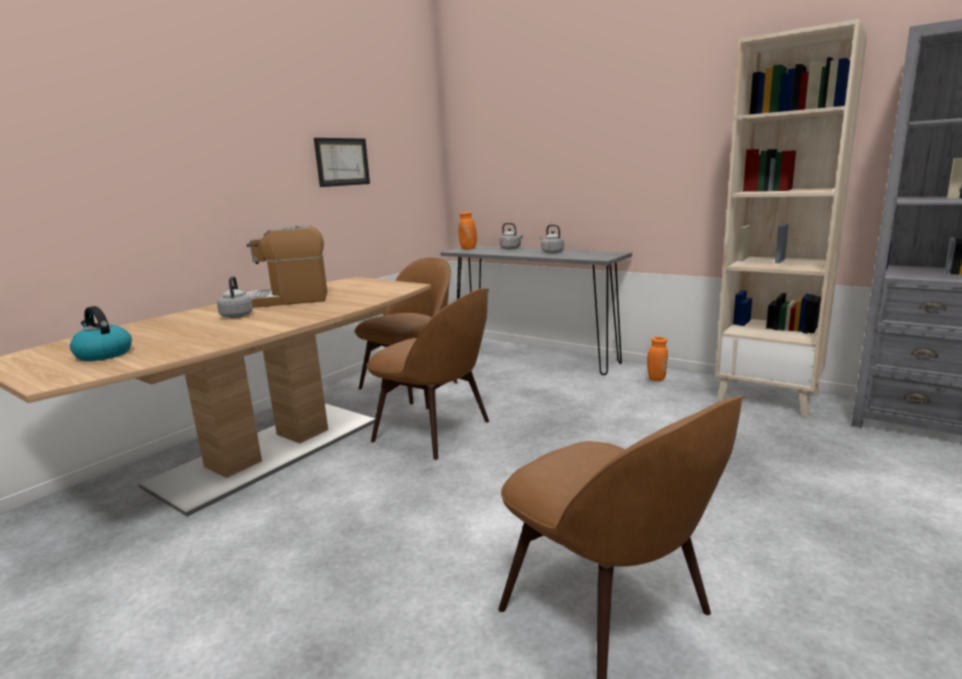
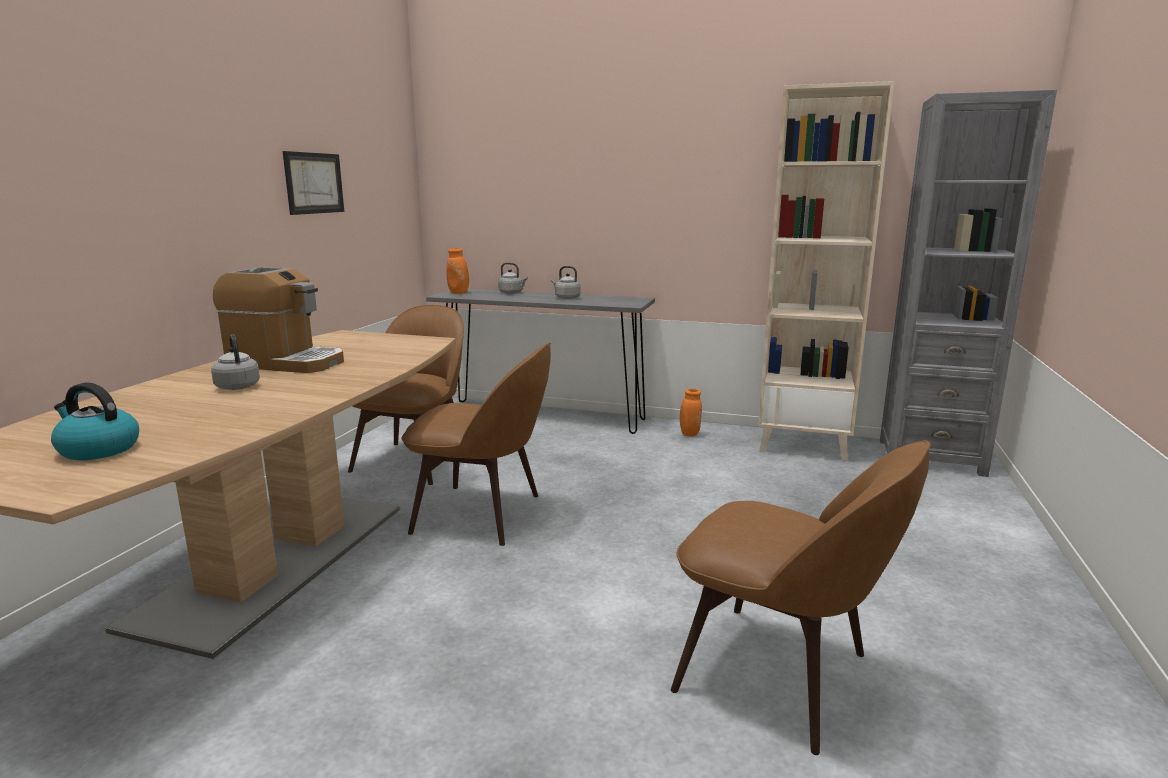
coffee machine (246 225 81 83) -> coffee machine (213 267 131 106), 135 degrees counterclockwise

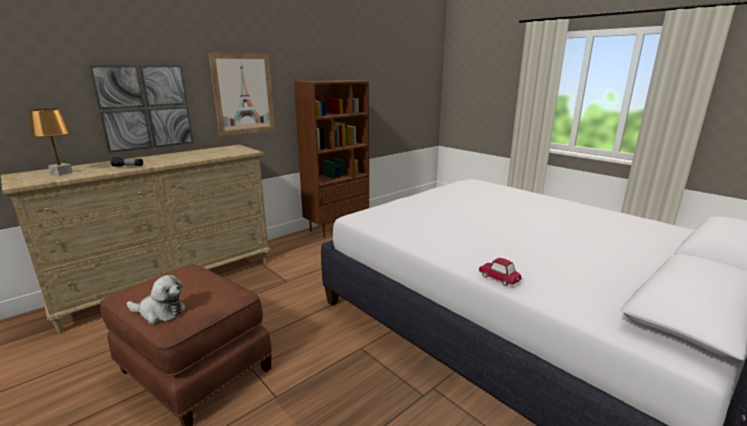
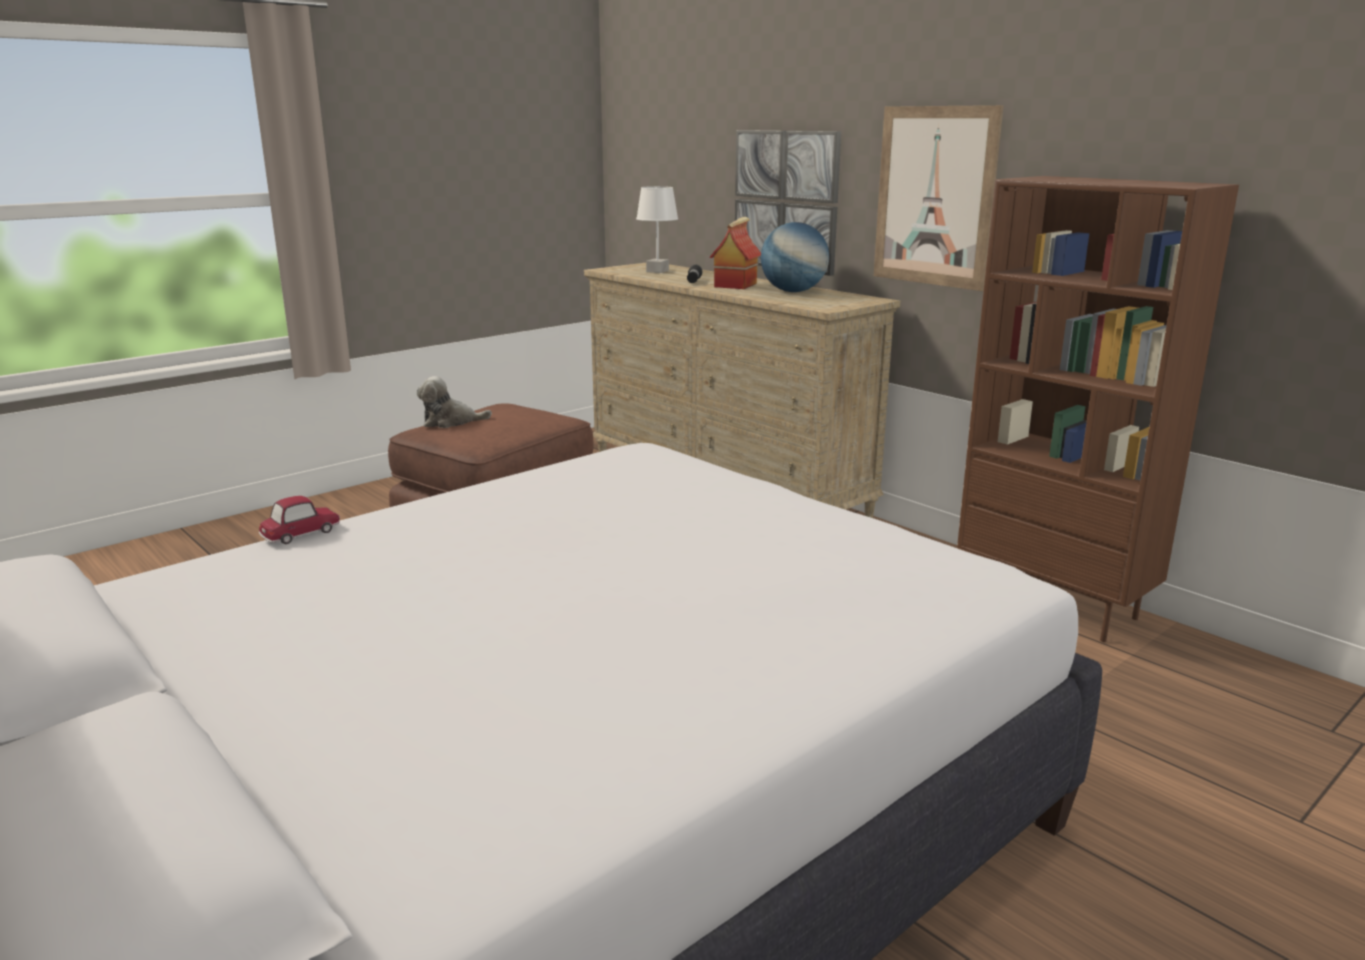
none -> toy house (709 216 52 73)
none -> globe (761 222 68 70)
table lamp (brown) (28 109 44 66) -> table lamp (white) (636 186 42 87)
plush toy (127 275 59 49) -> plush toy (417 376 75 52), 75 degrees clockwise

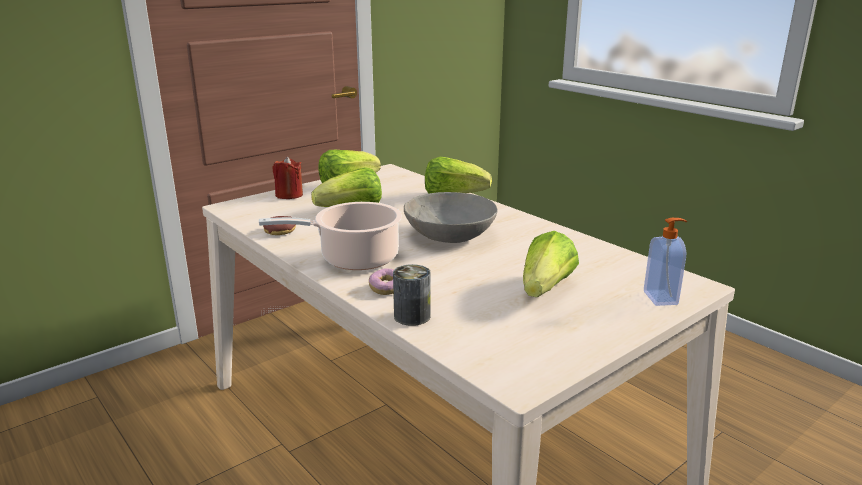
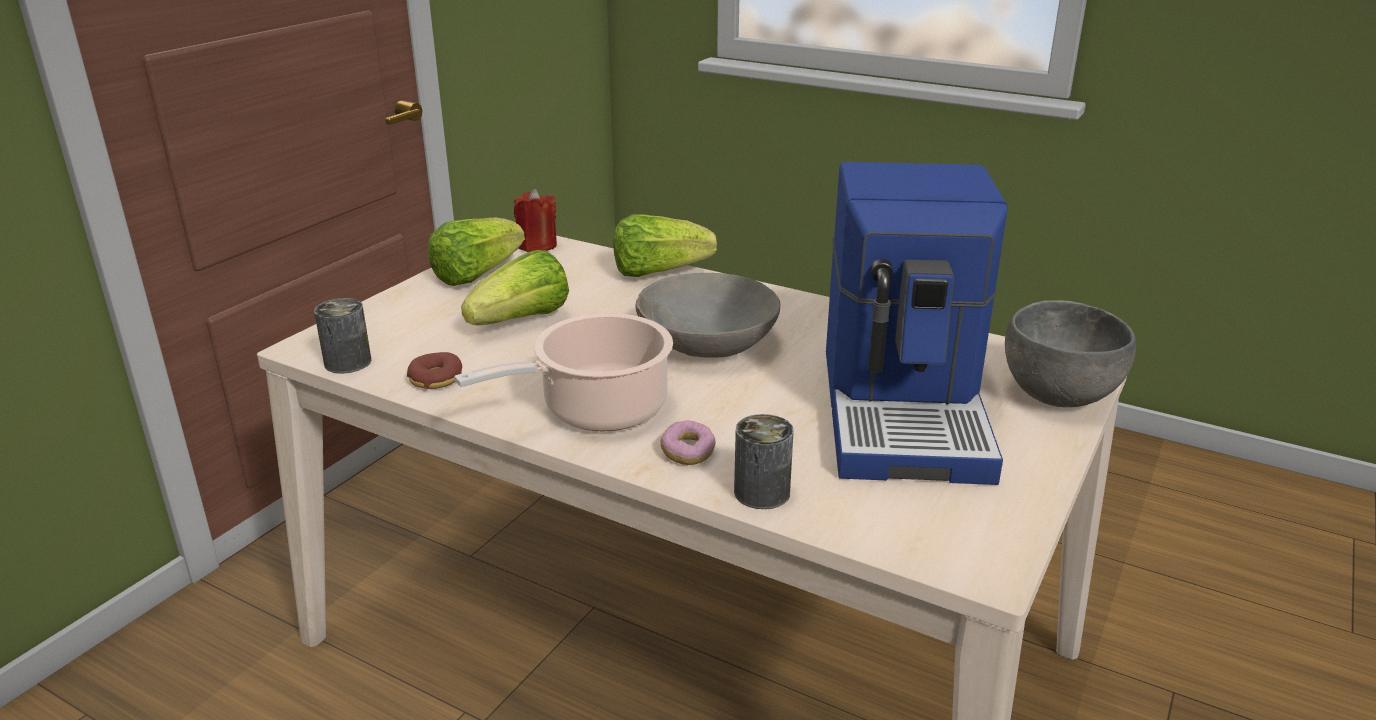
none -> can (314 298 57 75)
candle (red) (272 156 31 43) -> candle (red) (514 189 43 63), shifted
lettuce (523 231 56 66) -> coffee machine (826 162 182 323)
soap dispenser (644 218 43 88) -> bowl (grey) (1005 300 131 107)

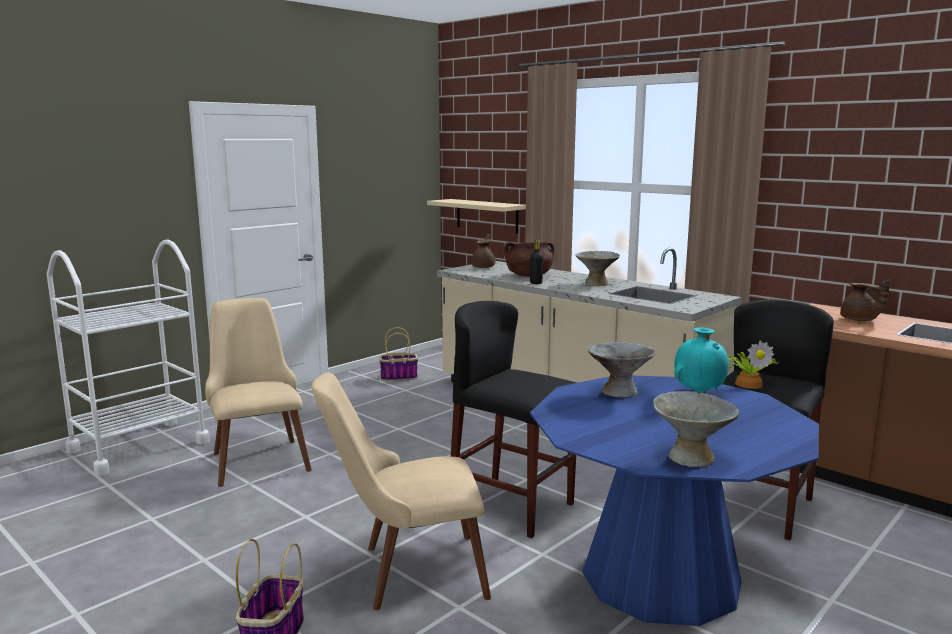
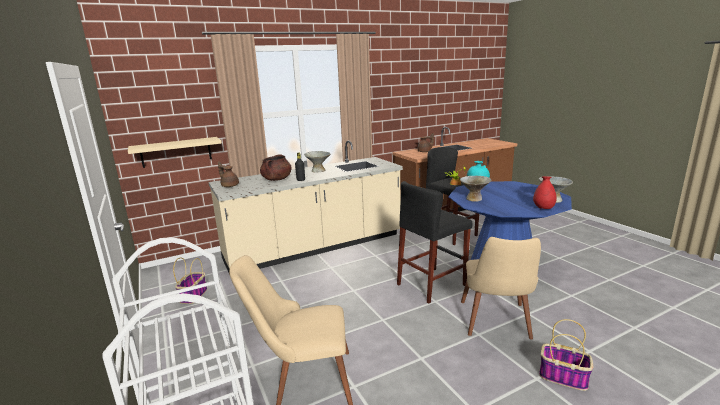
none -> vase (red) (533 176 23 33)

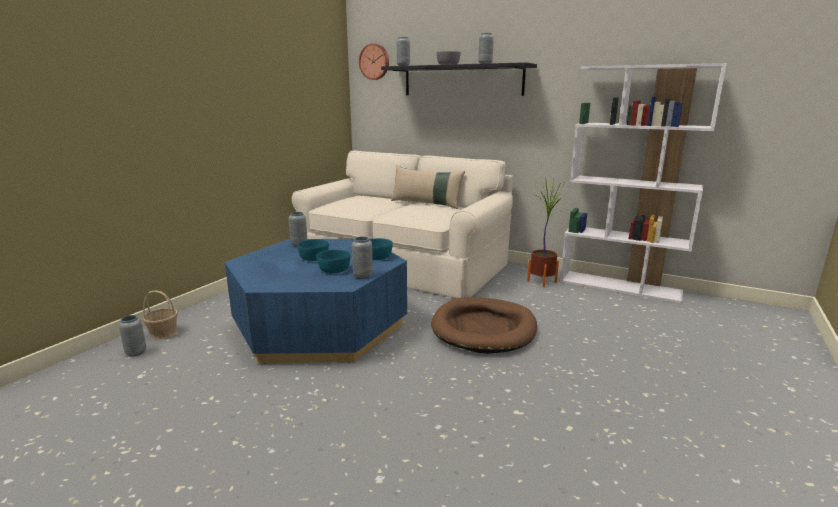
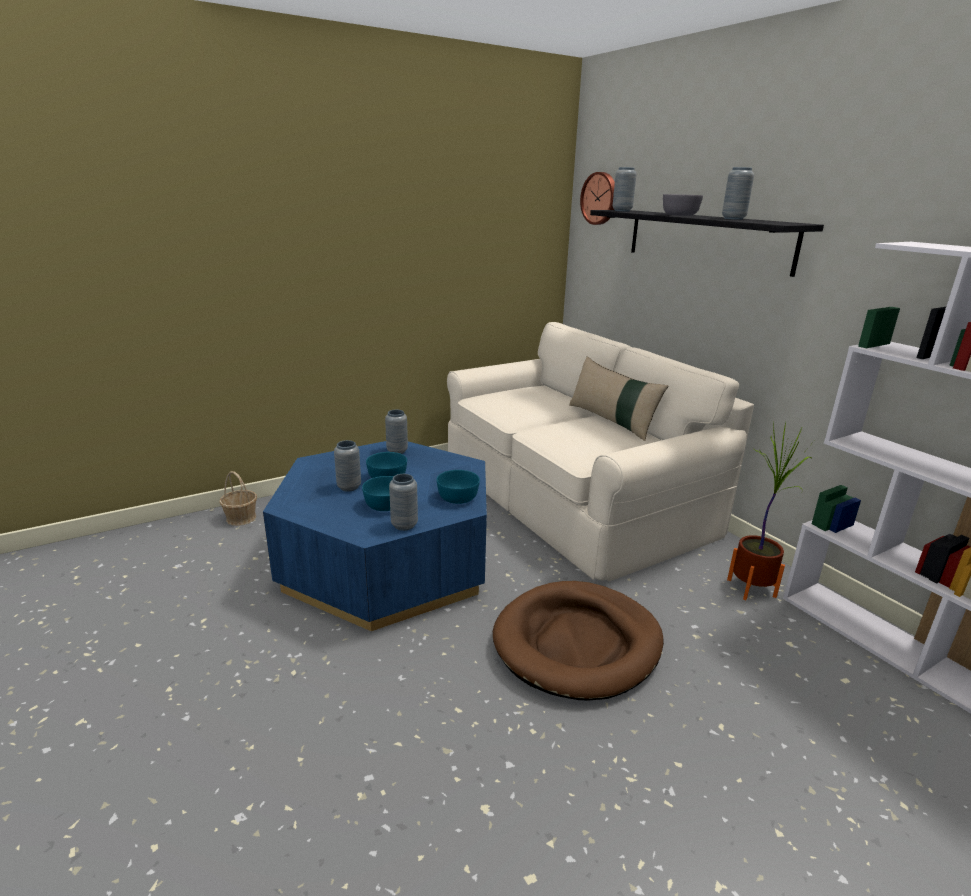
vase (grey) (119 315 27 42) -> vase (grey) (334 440 27 51), shifted

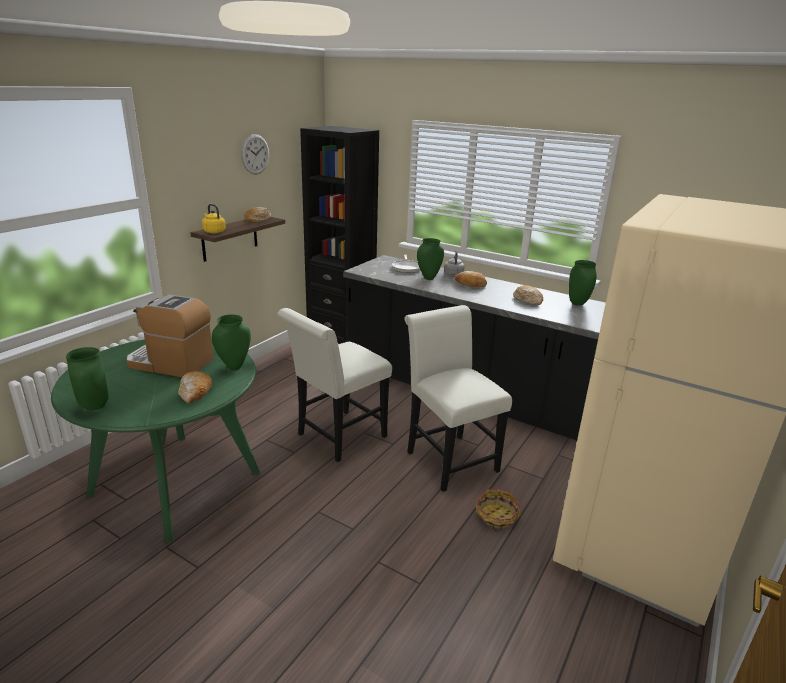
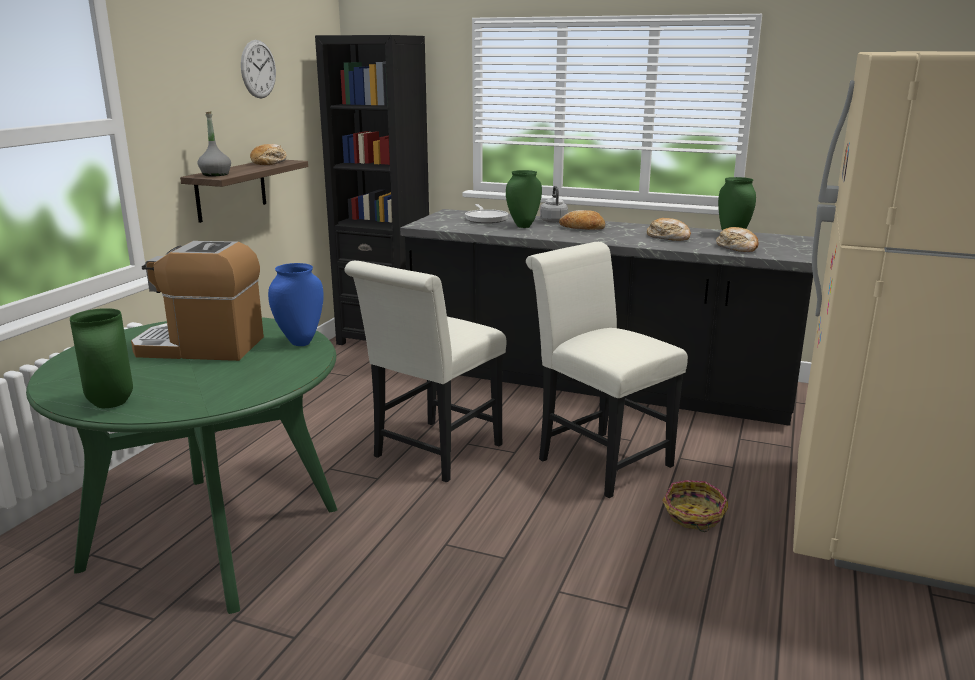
bread (178 371 34 32) -> bread (716 227 43 25), shifted
kettle (yellow) (202 204 24 29) -> bottle (grey) (197 111 34 66)
vase (green) (212 315 39 56) -> vase (blue) (268 263 56 83)

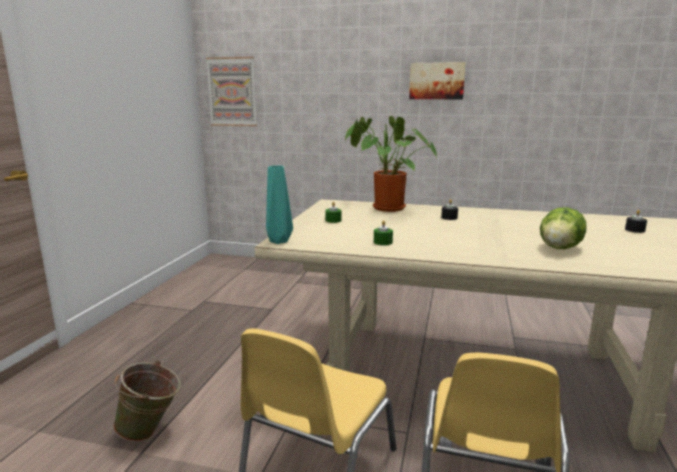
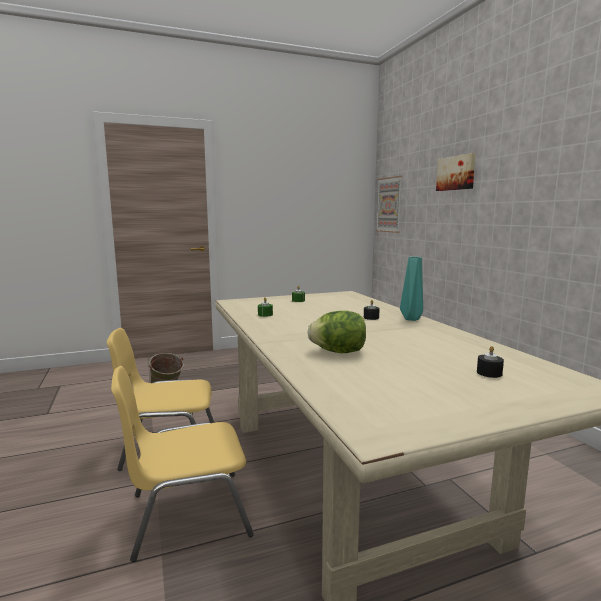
potted plant (345 116 92 96) -> none
vase (turquoise) (266 165 27 79) -> vase (turquoise) (400 257 23 64), shifted
picture (409 62 57 37) -> picture (436 153 40 38), shifted

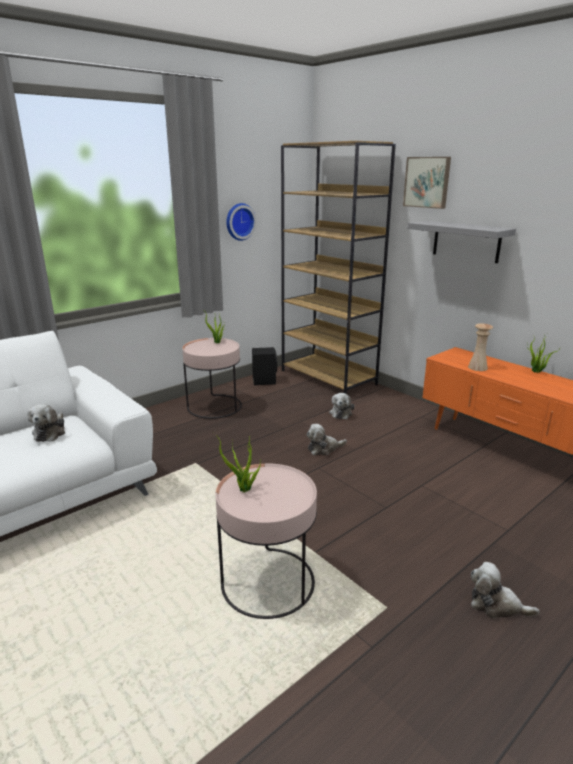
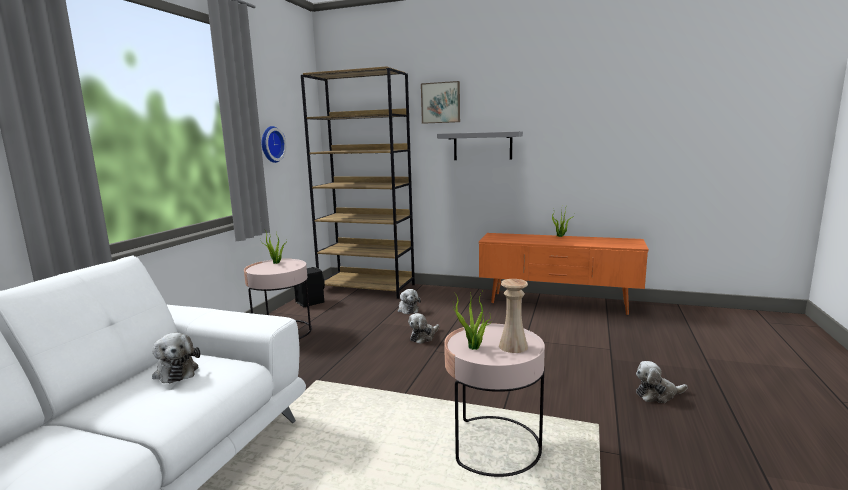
vase (beige) (468 324 25 47) -> vase (beige) (499 279 29 74), shifted

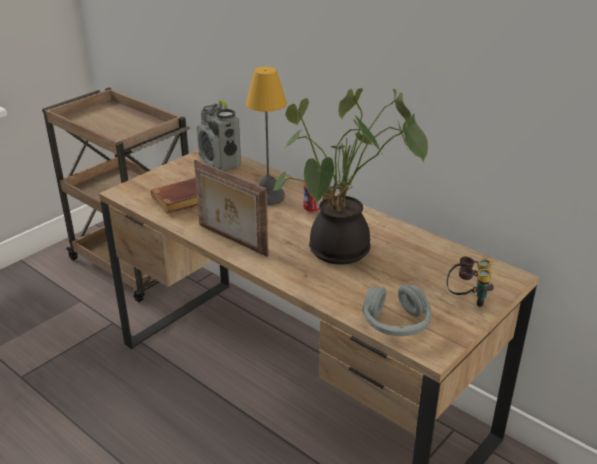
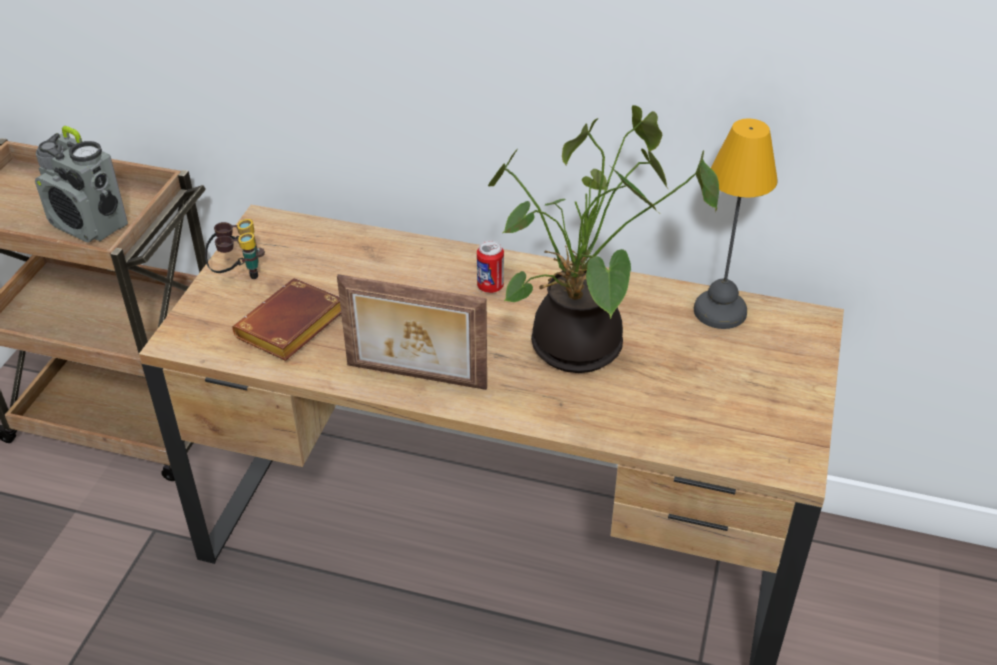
headphones (grey) (363 285 69 51) -> none
radio (197 99 44 71) -> radio (35 126 93 117), shifted
table lamp (246 67 41 138) -> table lamp (694 118 84 211), shifted
binoculars (447 257 47 50) -> binoculars (205 219 60 60), shifted

